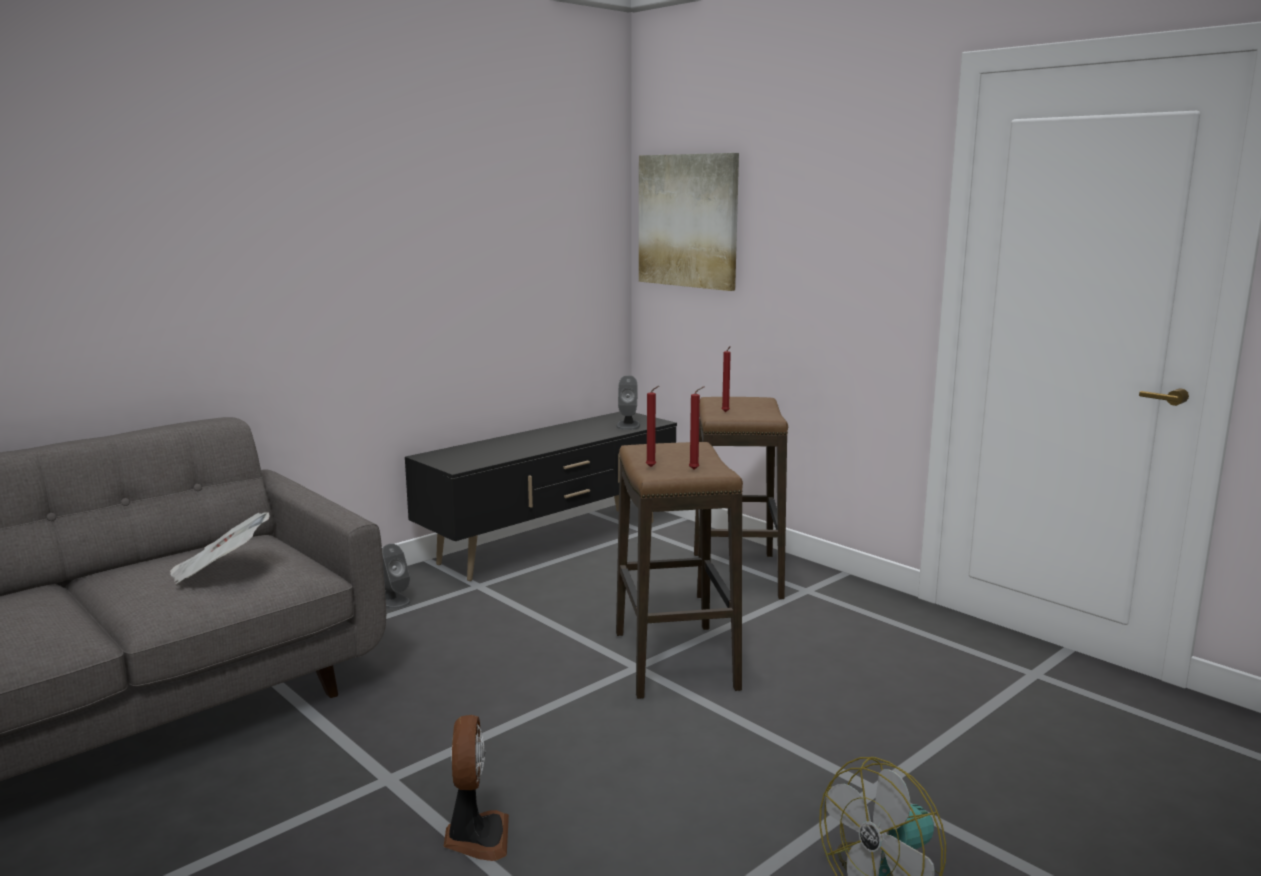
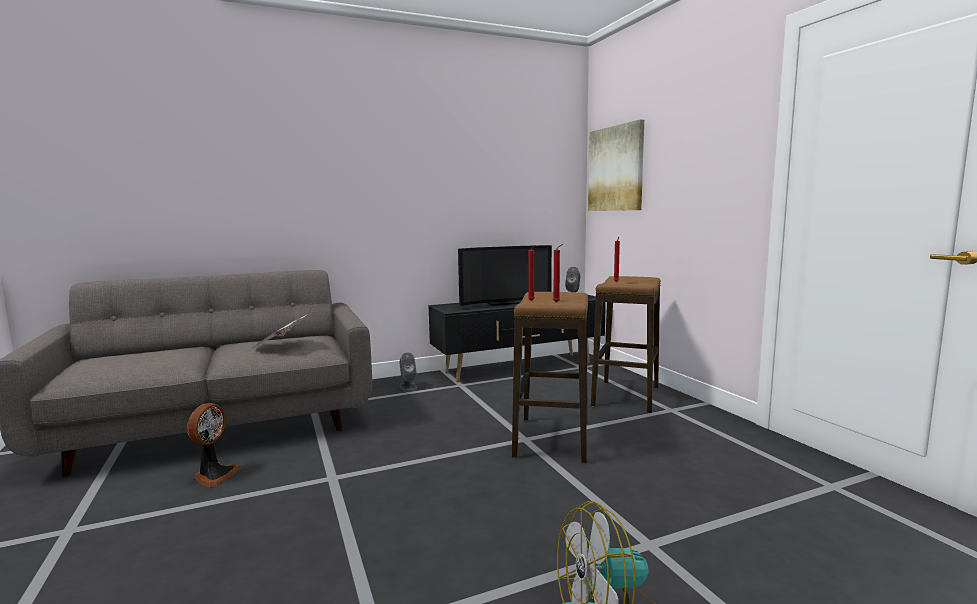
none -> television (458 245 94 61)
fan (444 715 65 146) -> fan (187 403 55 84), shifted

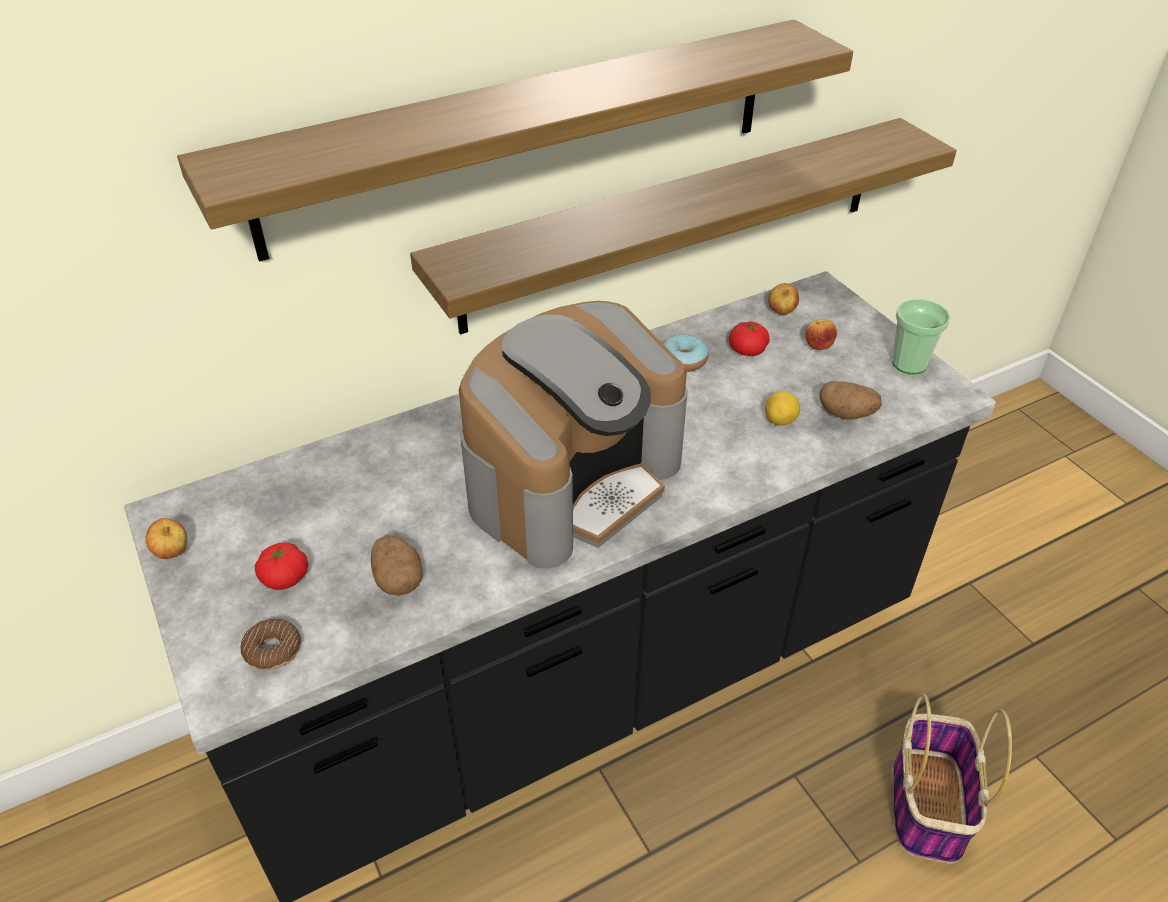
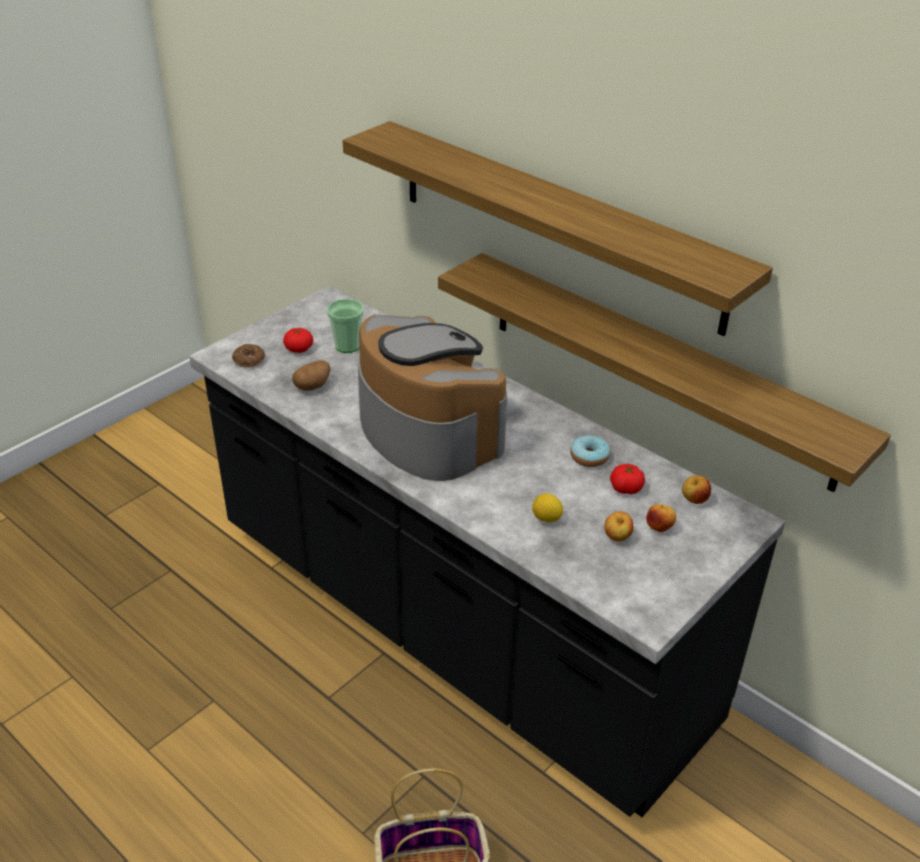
potato (819 381 63 39) -> none
apple (146 518 41 41) -> apple (604 511 30 31), shifted
cup (892 299 59 76) -> cup (327 299 37 54), shifted
coffee machine (459 301 229 268) -> coffee machine (358 315 149 166), 150 degrees counterclockwise

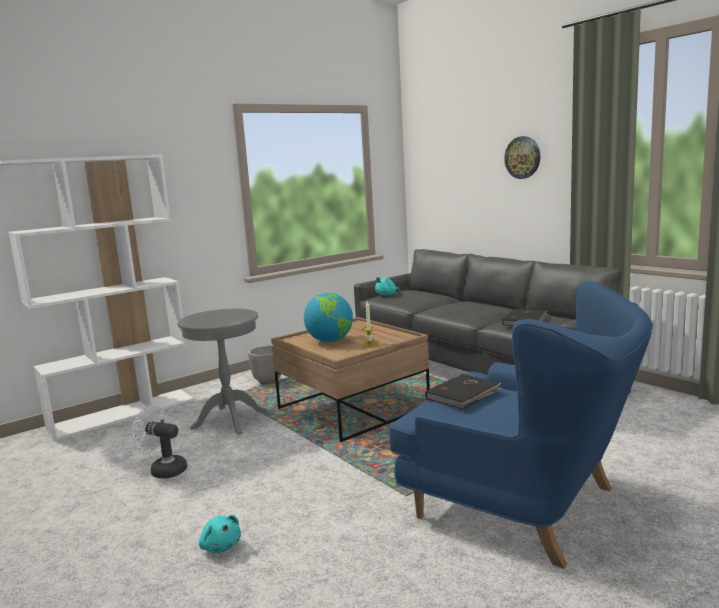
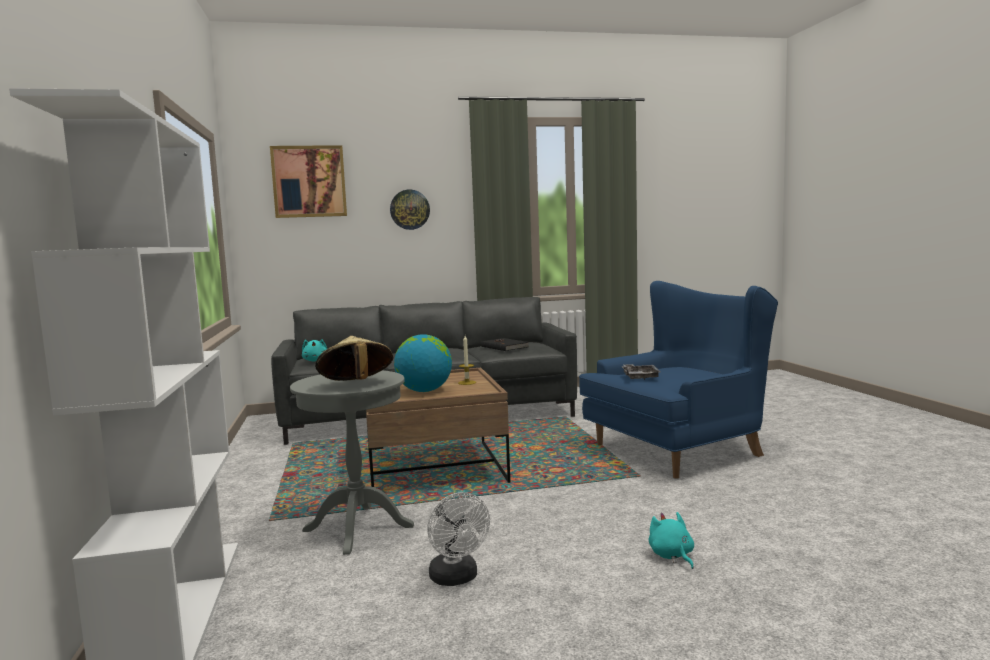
planter (248 345 33 39) -> none
none -> picture (270 145 77 73)
none -> hat (beige) (315 336 78 45)
book (black) (425 374 78 35) -> tray (grey) (622 364 39 16)
fan (white) (132 405 55 73) -> fan (white) (427 492 63 94), 75 degrees counterclockwise
plush toy (turquoise) (199 515 42 38) -> plush toy (turquoise) (649 512 45 57), 90 degrees counterclockwise

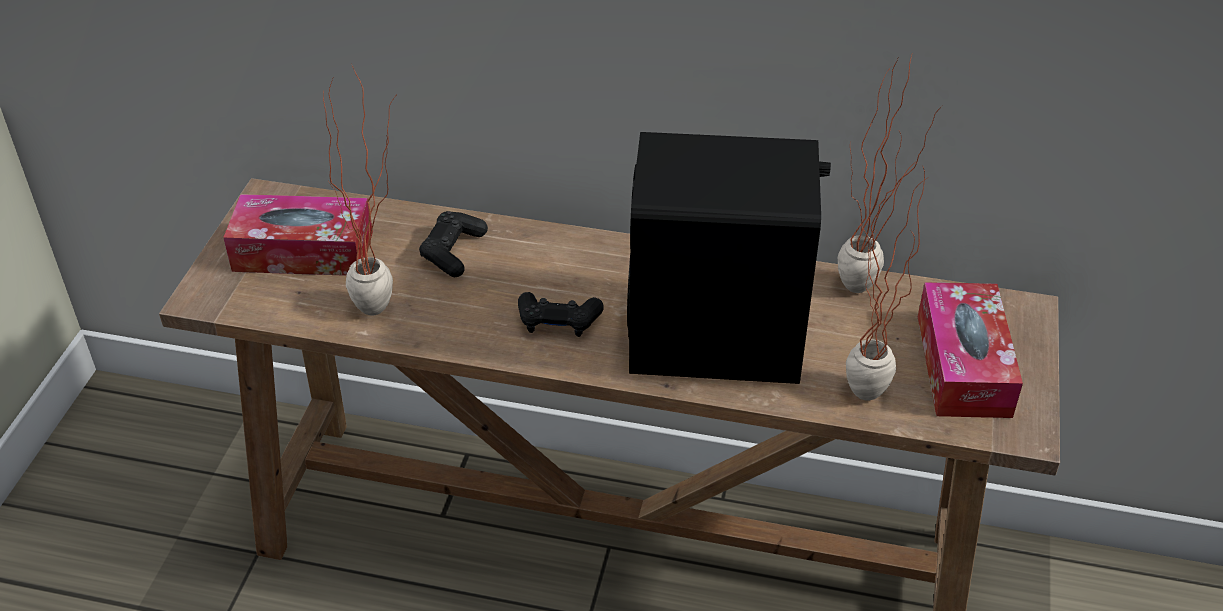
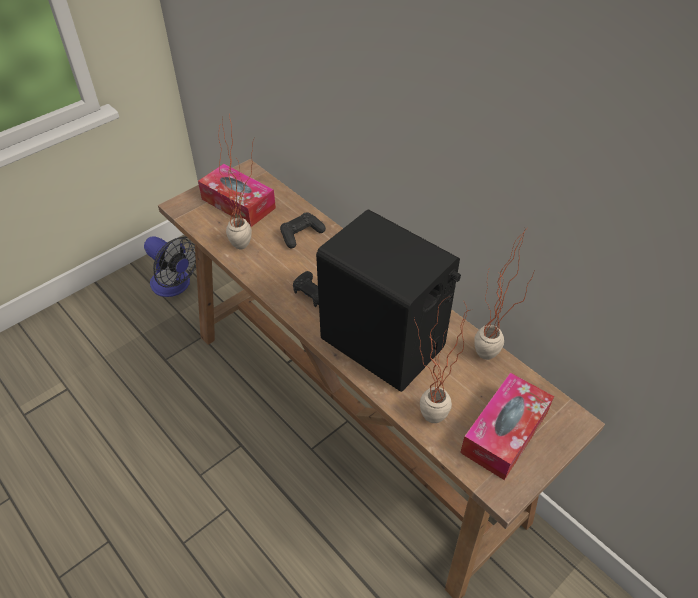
none -> fan (144 236 52 61)

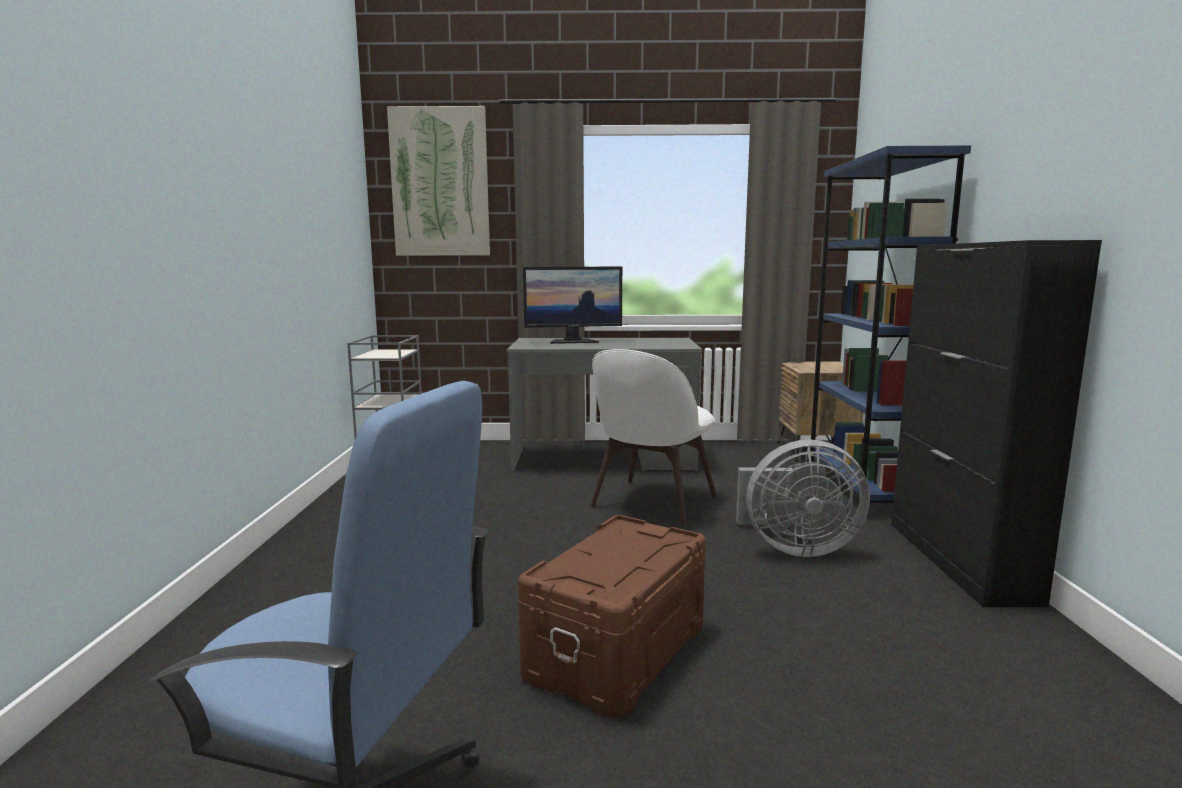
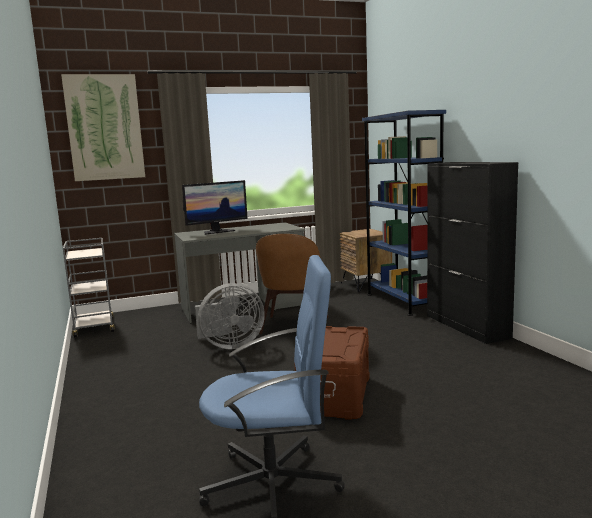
fan (grey) (736 439 134 118) -> fan (grey) (195 283 70 66), shifted
chair (white) (590 349 127 177) -> chair (brown) (256 234 73 100)

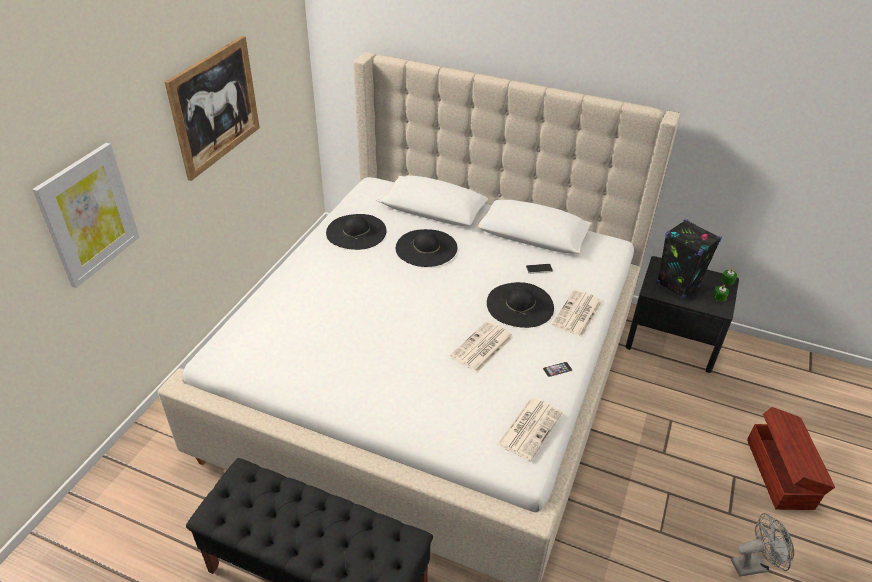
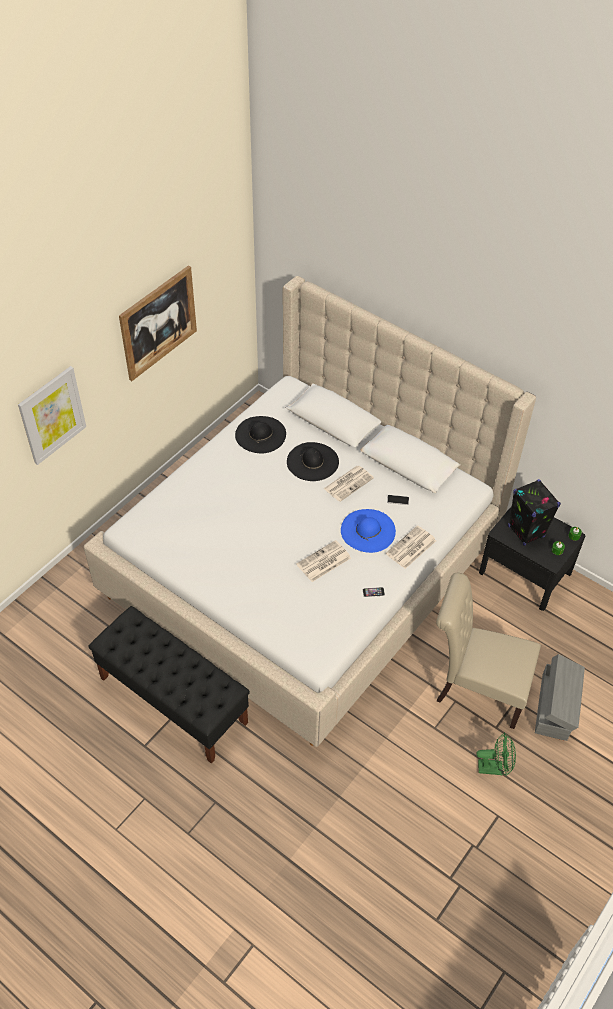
none -> chair (beige) (436 573 105 156)
newspaper (497 398 66 63) -> newspaper (324 465 50 37), shifted
hat (black) (487 282 67 46) -> hat (blue) (341 509 55 44)
fan (grey) (731 513 63 64) -> fan (green) (476 732 40 44)
storage box (brown) (747 407 88 103) -> storage box (grey) (535 654 50 87)

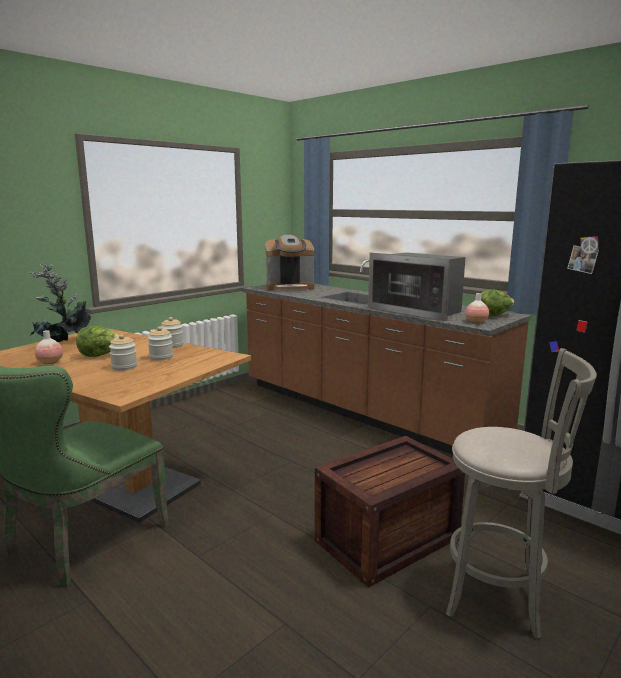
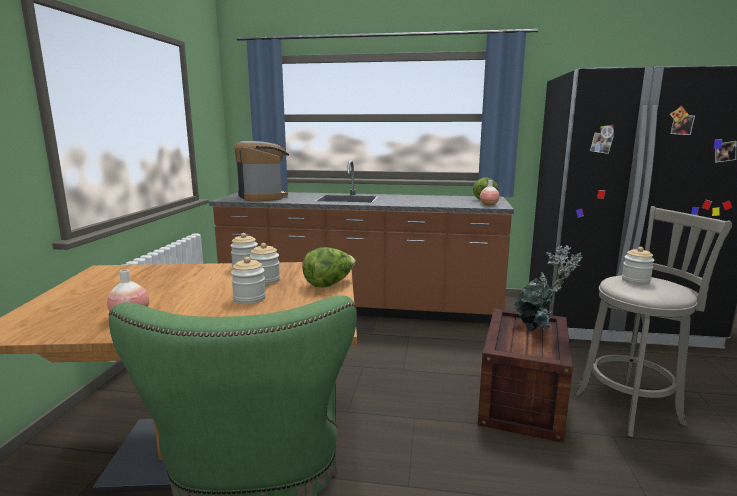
microwave (368 252 97 69) -> none
none -> jar (622 247 33 38)
potted plant (29 263 62 79) -> potted plant (514 244 69 88), shifted
lettuce (76 326 43 31) -> lettuce (302 247 54 41), shifted
coffee machine (266 235 48 57) -> coffee machine (234 141 55 60), 75 degrees counterclockwise

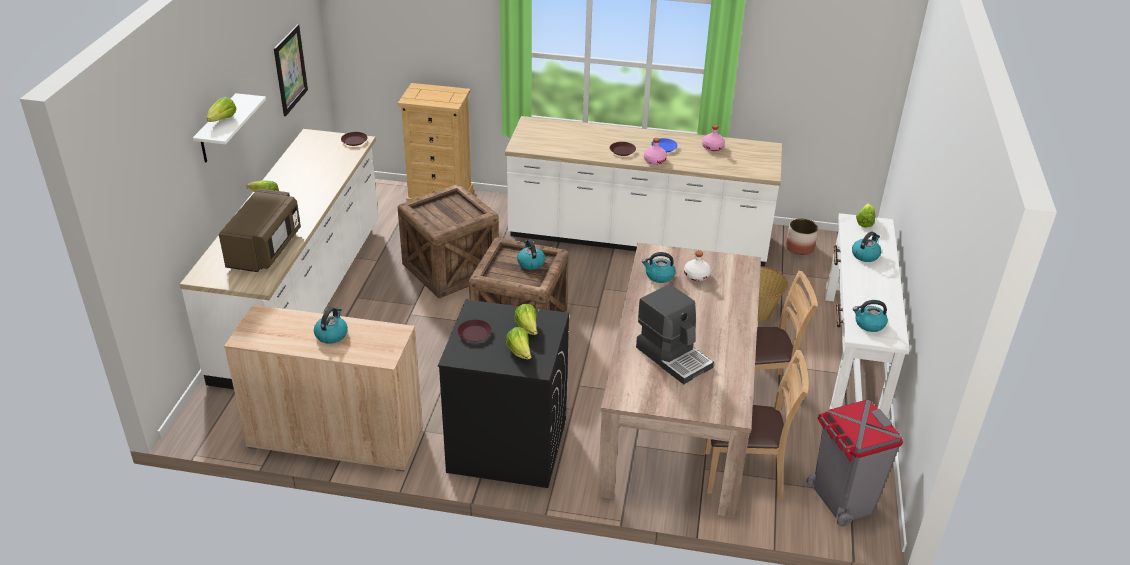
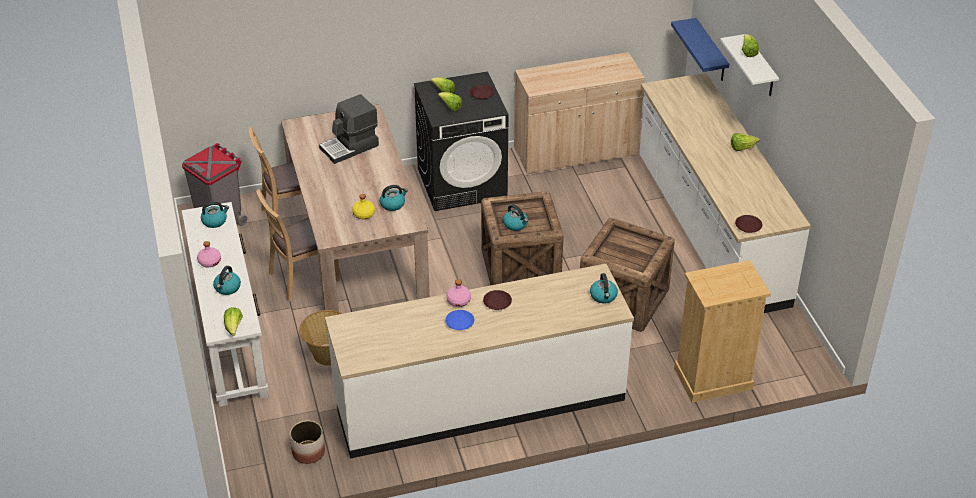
microwave (brown) (219 188 82 84) -> none
picture (274 24 34 92) -> none
none -> shelf (blue) (671 18 58 63)
kettle (314 307 34 37) -> kettle (590 273 28 30), shifted
bottle (pink) (702 125 23 26) -> bottle (pink) (197 241 24 26), shifted
bottle (white) (684 251 27 30) -> bottle (yellow) (352 194 23 25)
coffee machine (636 284 78 100) -> coffee machine (319 94 60 70), 60 degrees counterclockwise

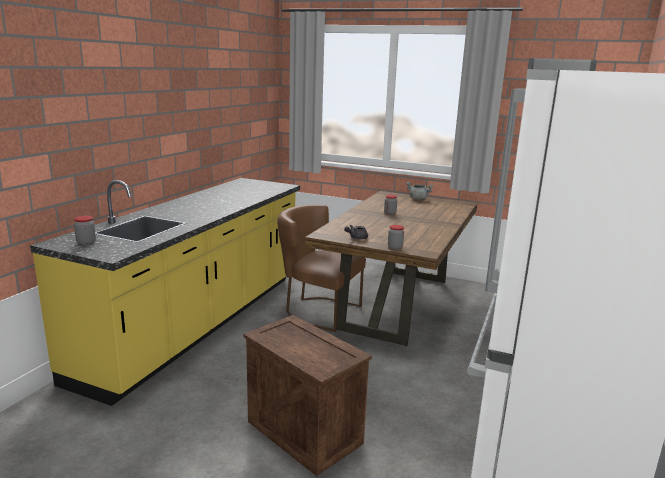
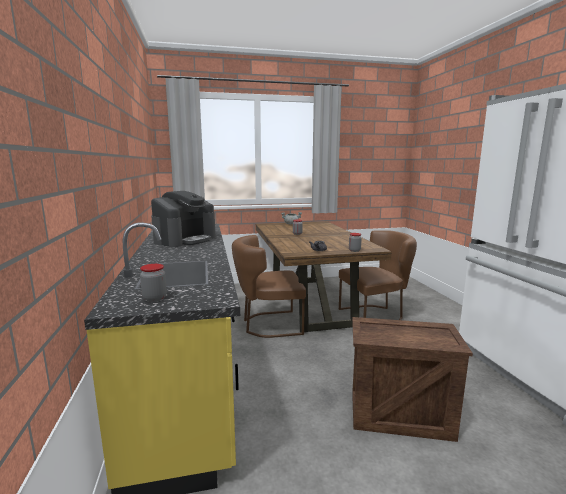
none -> coffee machine (151 191 65 56)
none -> chair (brown) (339 230 78 90)

